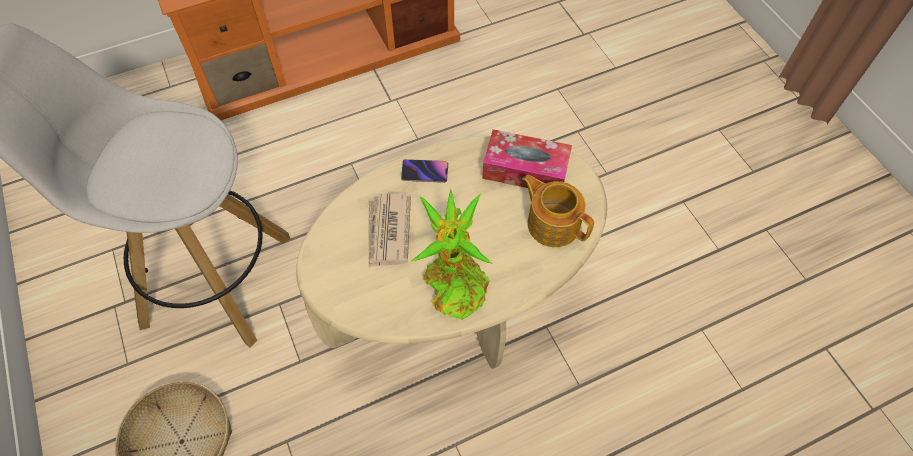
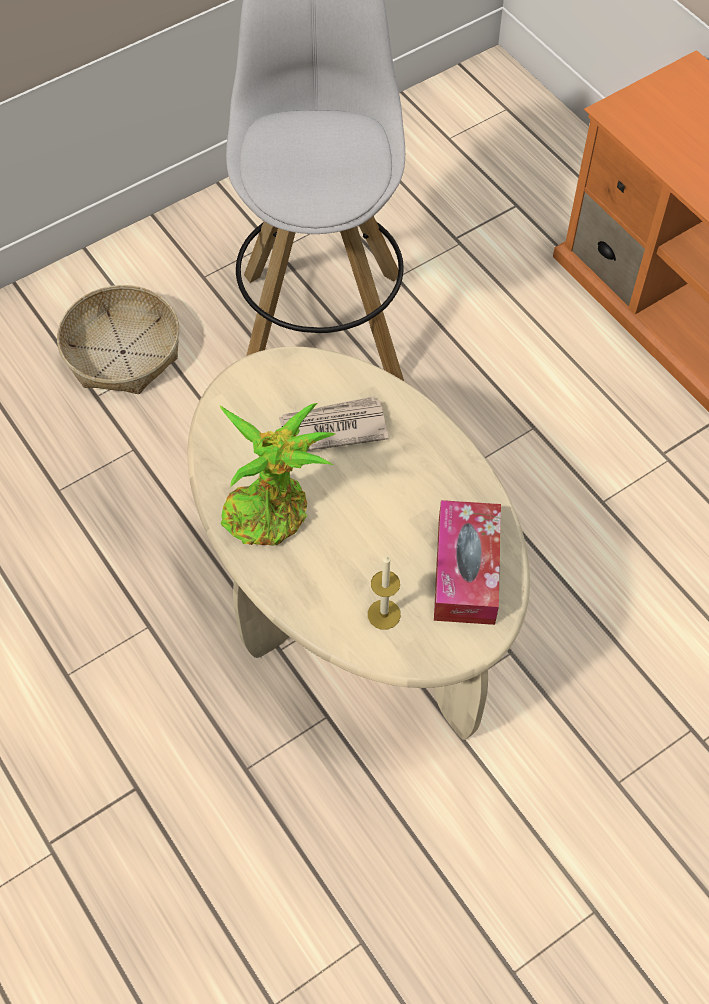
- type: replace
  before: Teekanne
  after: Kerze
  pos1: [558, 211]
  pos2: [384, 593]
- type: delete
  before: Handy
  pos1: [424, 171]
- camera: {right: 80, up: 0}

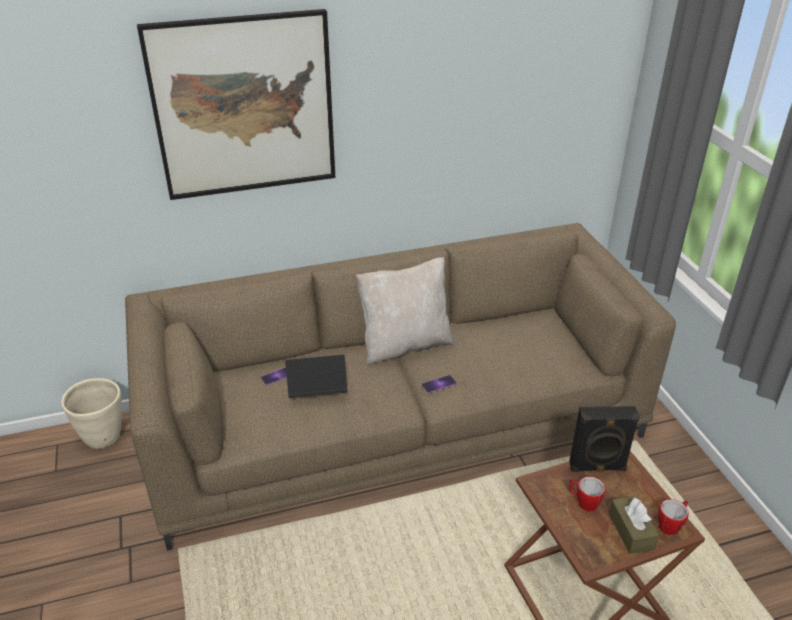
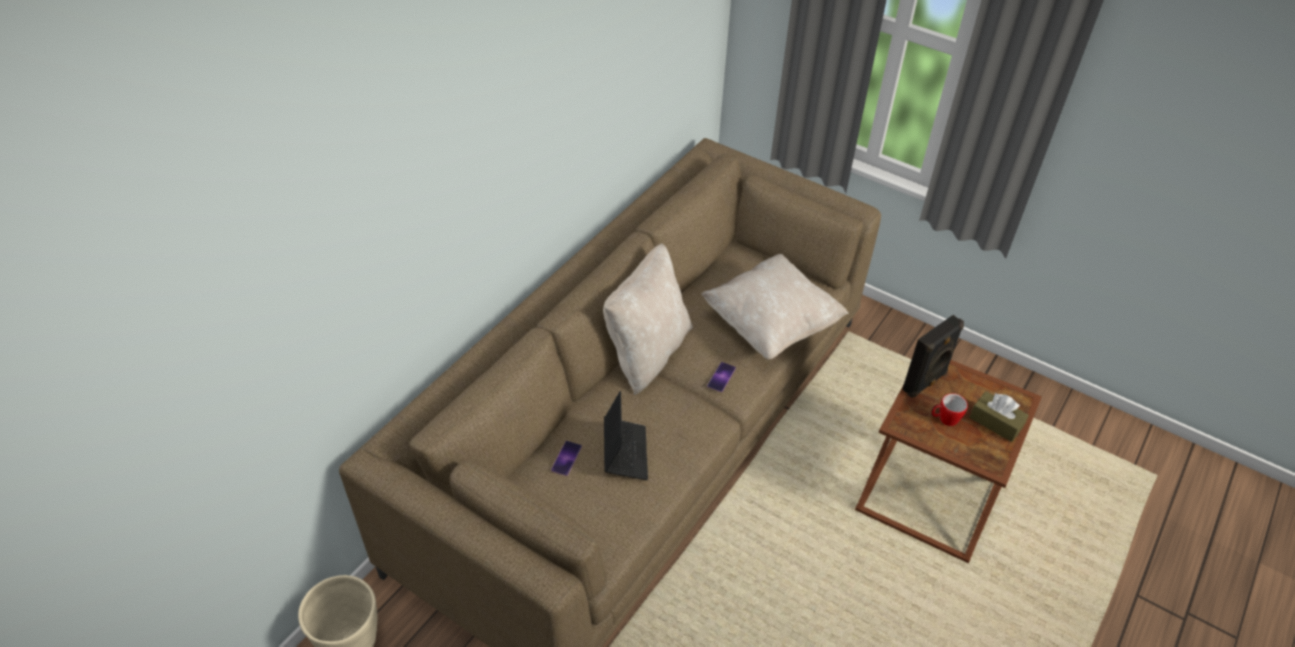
- type: rotate
  before: Laptop
  pos1: [316, 376]
  pos2: [626, 435]
  turn: 135
- type: insert
  after: Kissen/beige
  pos2: [775, 307]
- type: delete
  before: Bild
  pos1: [236, 104]
- type: delete
  before: Henkelbecher
  pos1: [673, 517]
- camera: {right: -40, up: 10}

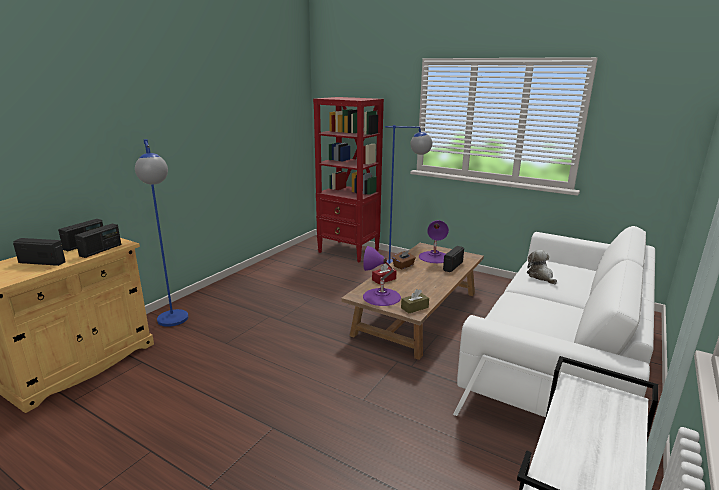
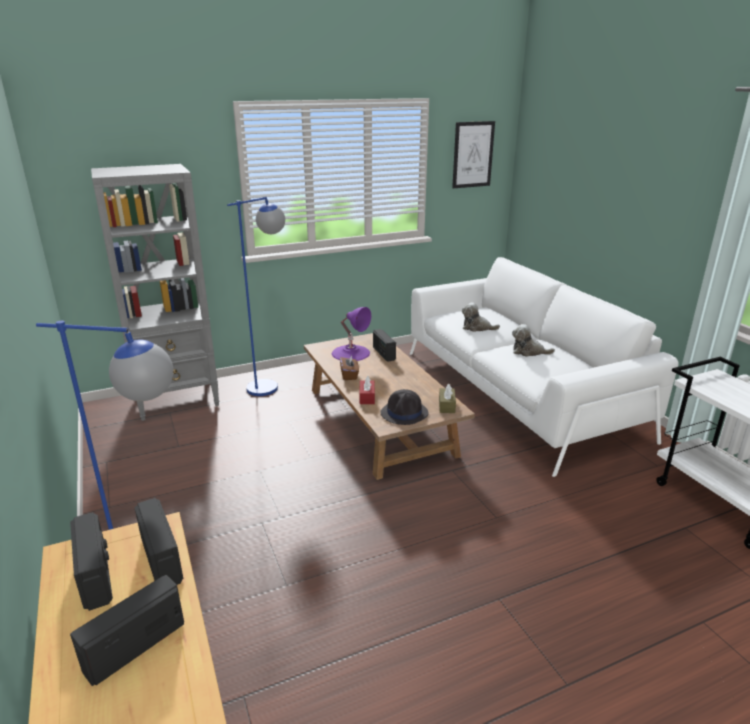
- type: recolor
  before: Bücherregal/rot
  after: Bücherregal/grau
  pos1: [348, 179]
  pos2: [155, 292]
- type: replace
  before: Tischlampe/lila
  after: Hut/schwarz
  pos1: [382, 276]
  pos2: [404, 407]
- type: insert
  after: Bild
  pos2: [473, 154]
- type: insert
  after: Plüschtier
  pos2: [533, 340]
- camera: {right: -55, up: 5}

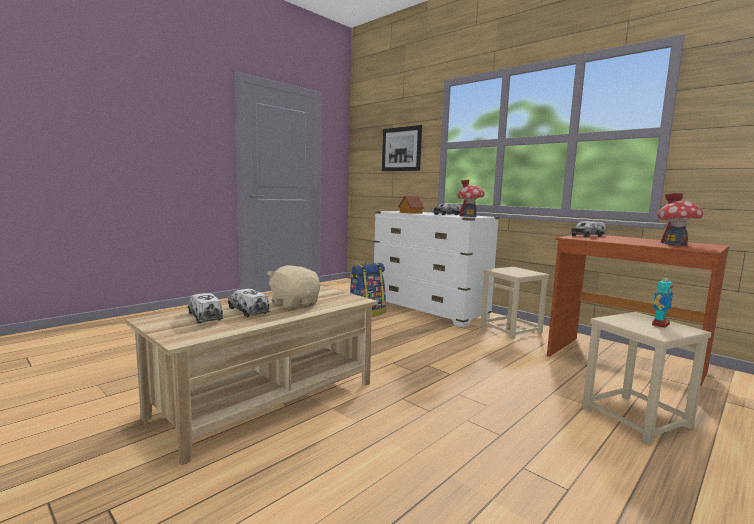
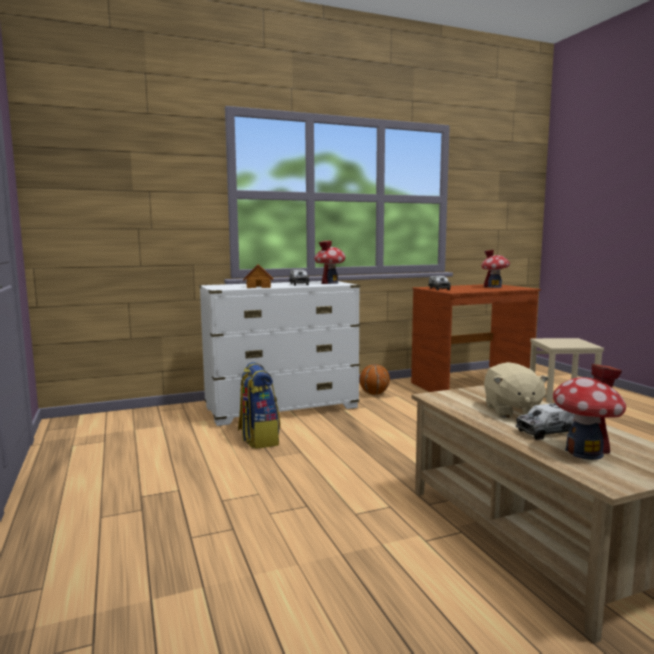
- type: replace
  before: Hocker/beige
  after: Basketball
  pos1: [514, 303]
  pos2: [375, 379]
- type: rotate
  before: Plüschtier/beige
  pos1: [293, 287]
  pos2: [516, 390]
  turn: -75
- type: replace
  before: Spielzeuglaster
  after: Spielzeughaus
  pos1: [205, 308]
  pos2: [589, 412]
- type: delete
  before: Bild
  pos1: [402, 148]
- type: delete
  before: Spielzeugroboter
  pos1: [662, 302]
- camera: {right: -65, up: 0}

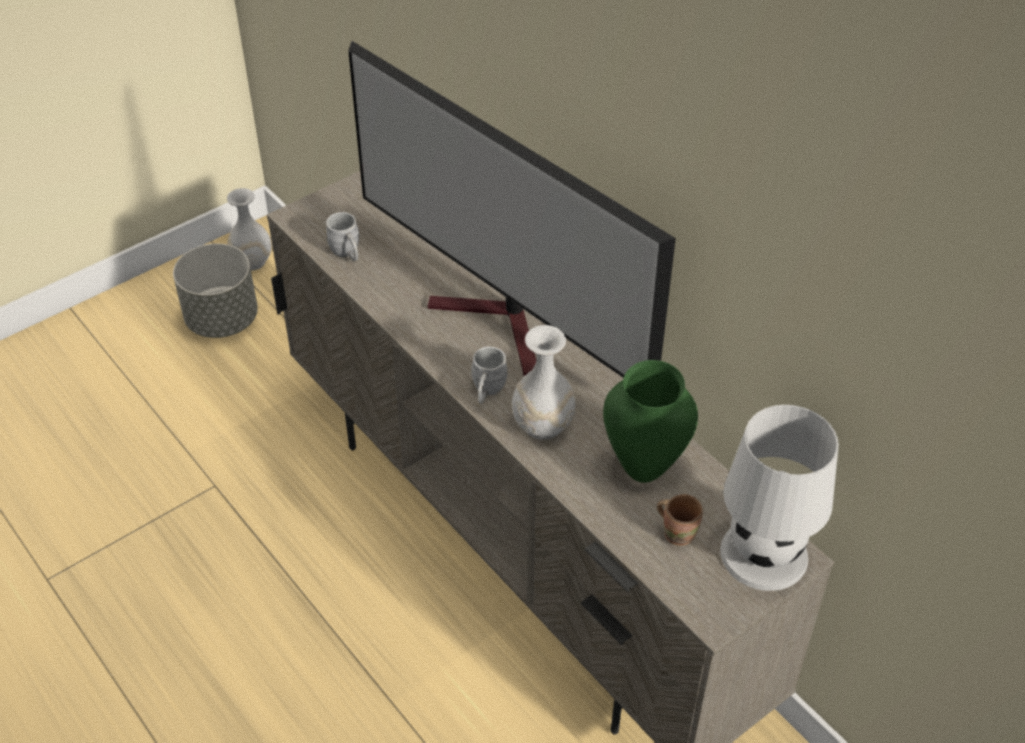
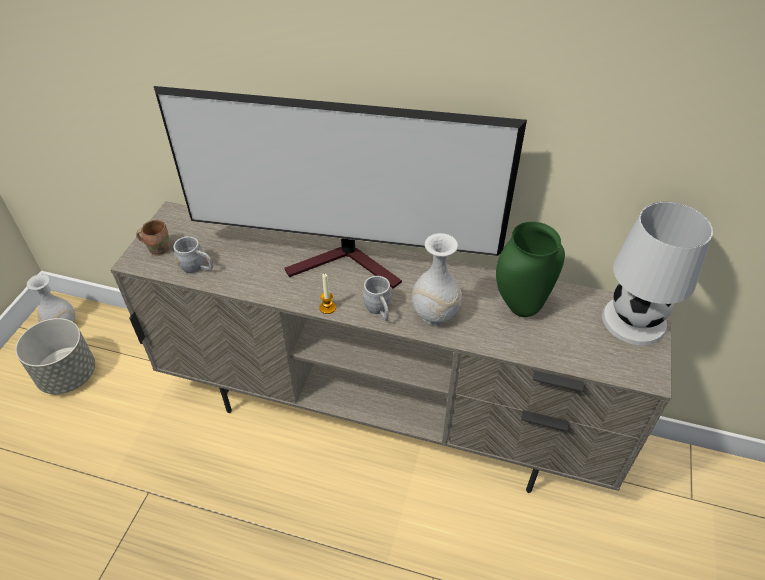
- type: move
  before: Henkelbecher/braun
  pos1: [680, 520]
  pos2: [153, 238]
- type: insert
  after: Kerze
  pos2: [328, 294]
- camera: {right: -35, up: 0}

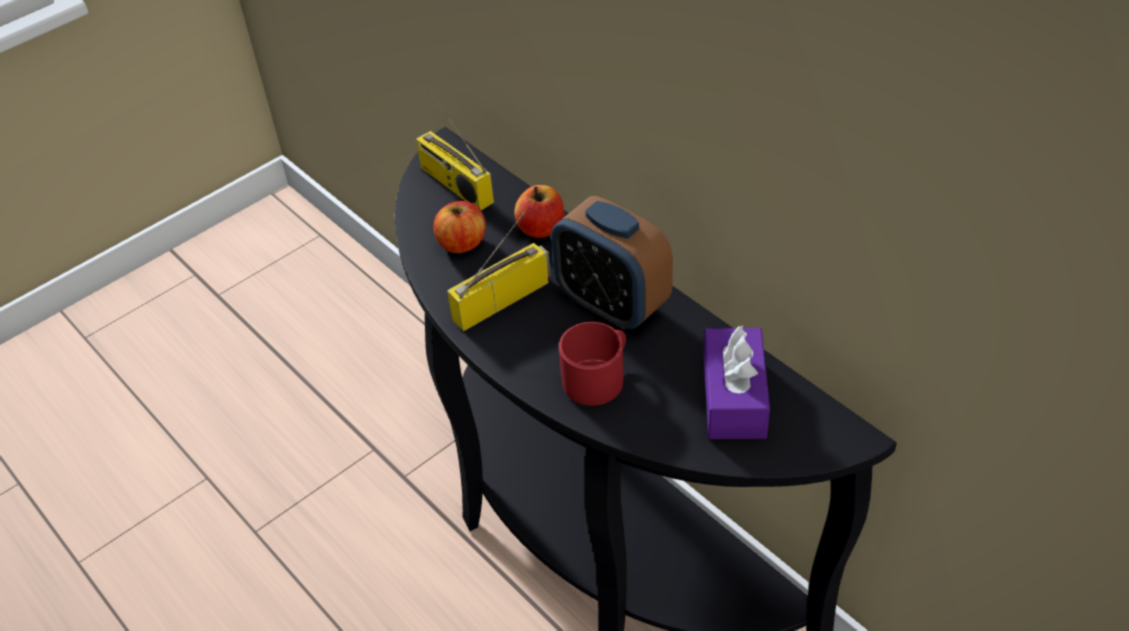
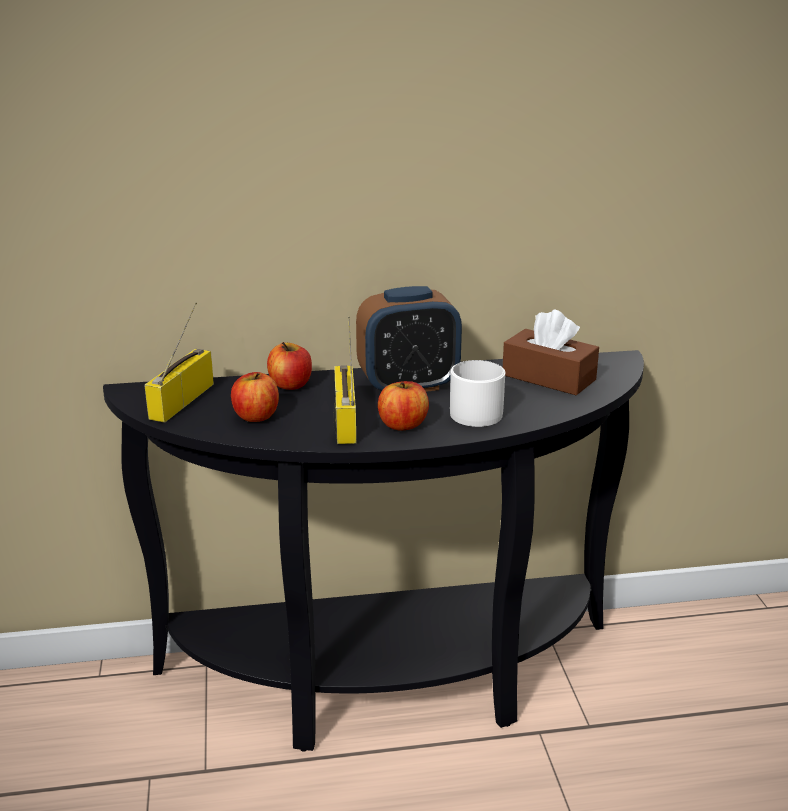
- type: rotate
  before: Radio
  pos1: [455, 150]
  pos2: [179, 362]
  turn: 120
- type: insert
  after: Apfel
  pos2: [403, 406]
- type: recolor
  before: Henkelbecher/rot
  after: Henkelbecher/weiß
  pos1: [592, 364]
  pos2: [477, 393]
- type: recolor
  before: Taschentuchbox/lila
  after: Taschentuchbox/braun
  pos1: [737, 382]
  pos2: [551, 352]
- camera: {right: -60, up: -20}

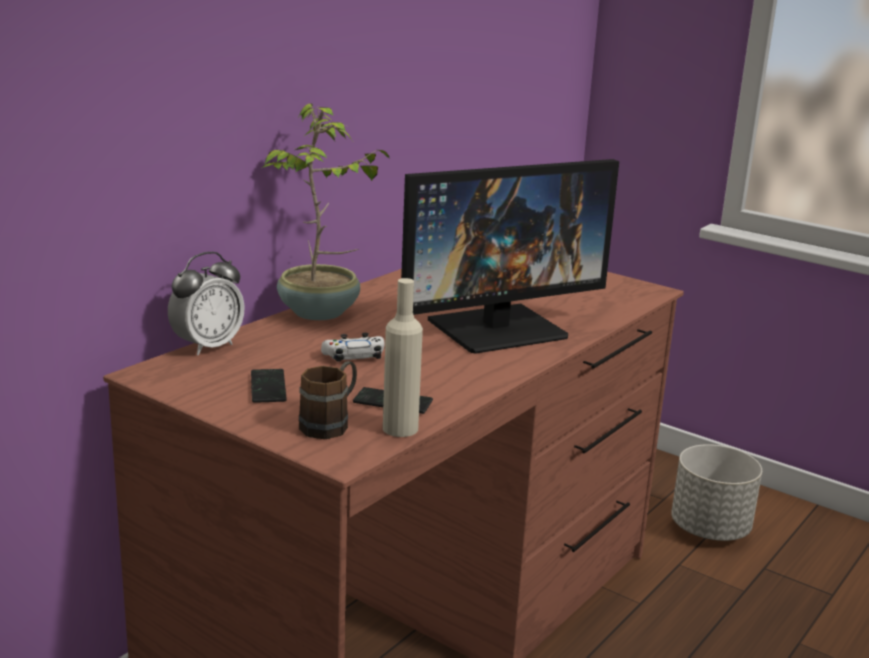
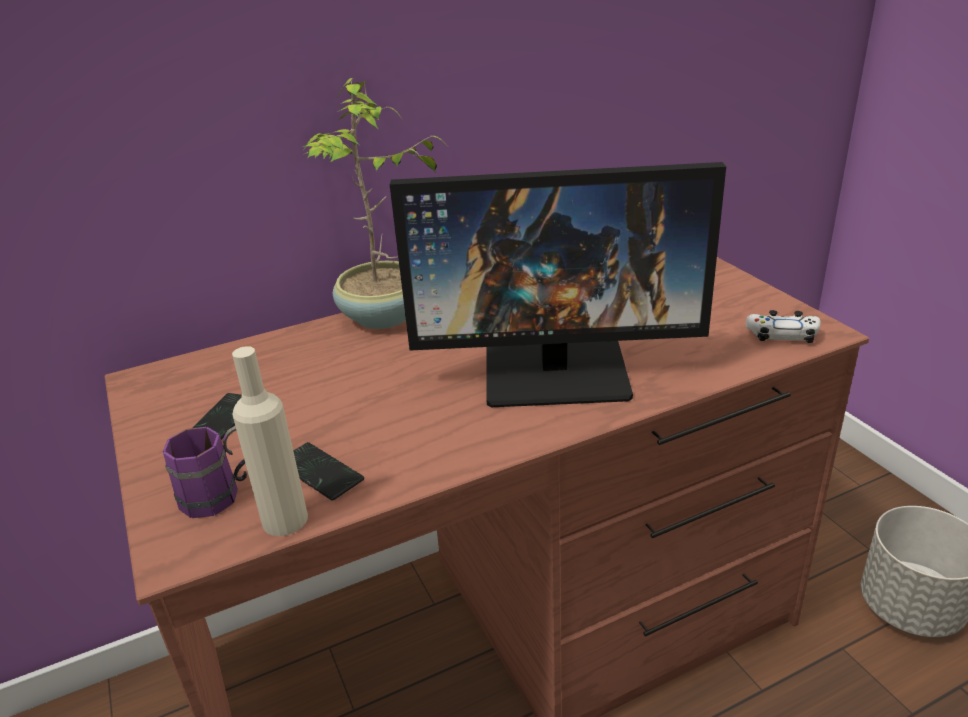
- type: recolor
  before: Henkelbecher/braun
  after: Henkelbecher/lila
  pos1: [328, 400]
  pos2: [205, 472]
- type: move
  before: Gamepad/weiß
  pos1: [352, 347]
  pos2: [783, 326]
- type: delete
  before: Wecker
  pos1: [206, 303]
- camera: {right: 30, up: 10}

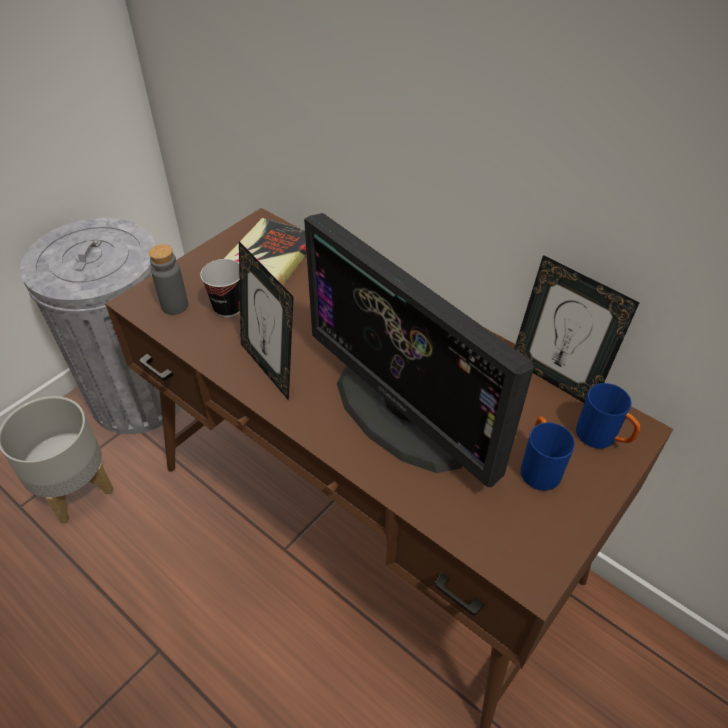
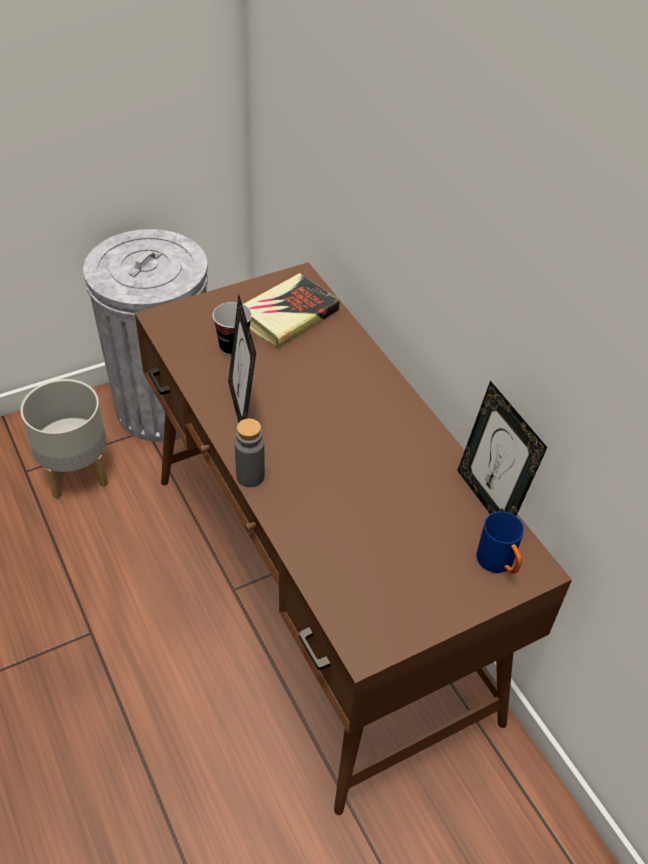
- type: move
  before: Flasche/grau
  pos1: [168, 279]
  pos2: [250, 453]
- type: delete
  before: Monitor
  pos1: [419, 350]
- type: delete
  before: Henkelbecher/blau
  pos1: [547, 453]
- camera: {right: 20, up: 0}

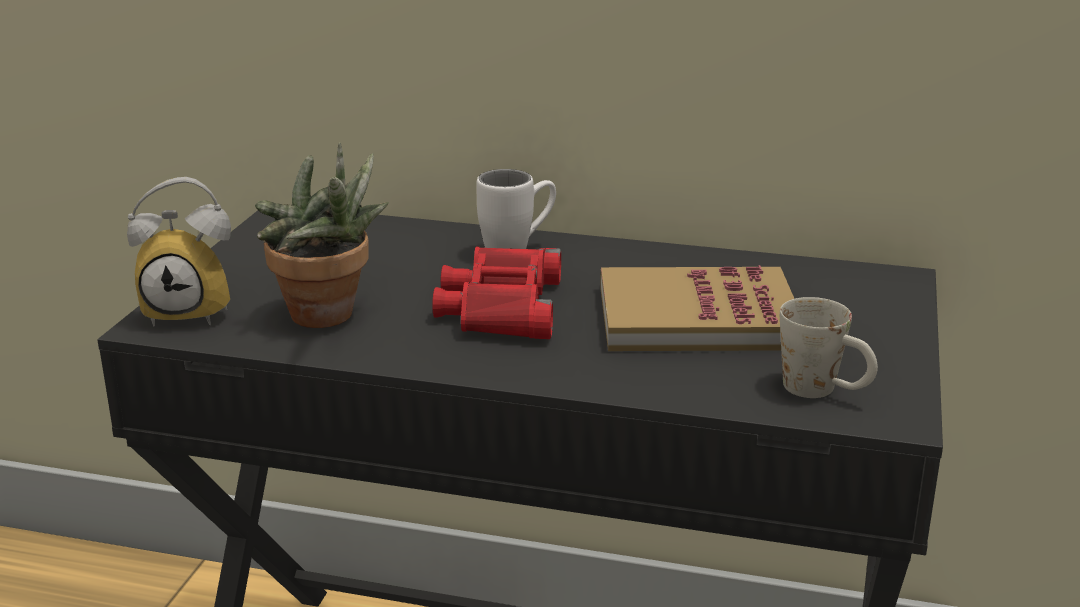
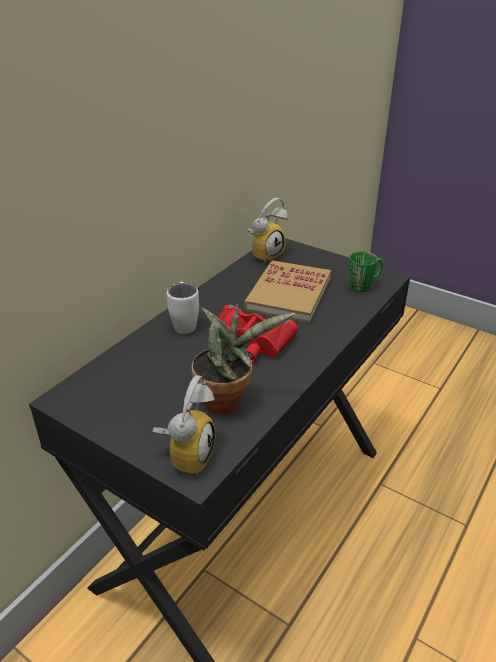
- type: insert
  after: Wecker
  pos2: [268, 231]
- type: recolor
  before: Henkelbecher/weiß
  after: Henkelbecher/grün
  pos1: [829, 347]
  pos2: [366, 271]
- camera: {right: -70, up: 10}

